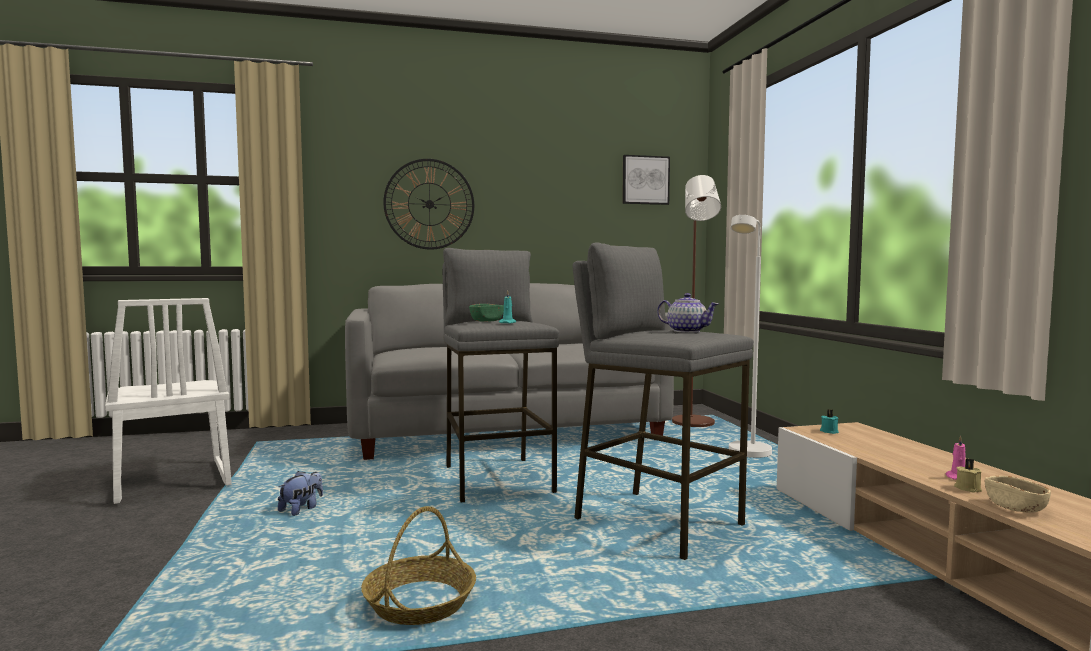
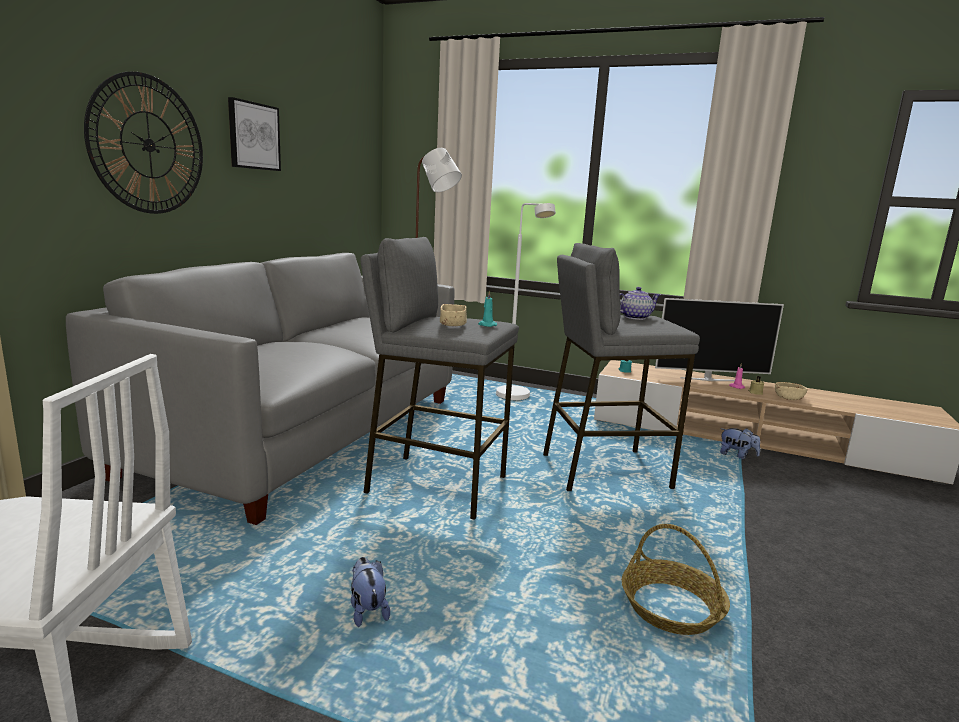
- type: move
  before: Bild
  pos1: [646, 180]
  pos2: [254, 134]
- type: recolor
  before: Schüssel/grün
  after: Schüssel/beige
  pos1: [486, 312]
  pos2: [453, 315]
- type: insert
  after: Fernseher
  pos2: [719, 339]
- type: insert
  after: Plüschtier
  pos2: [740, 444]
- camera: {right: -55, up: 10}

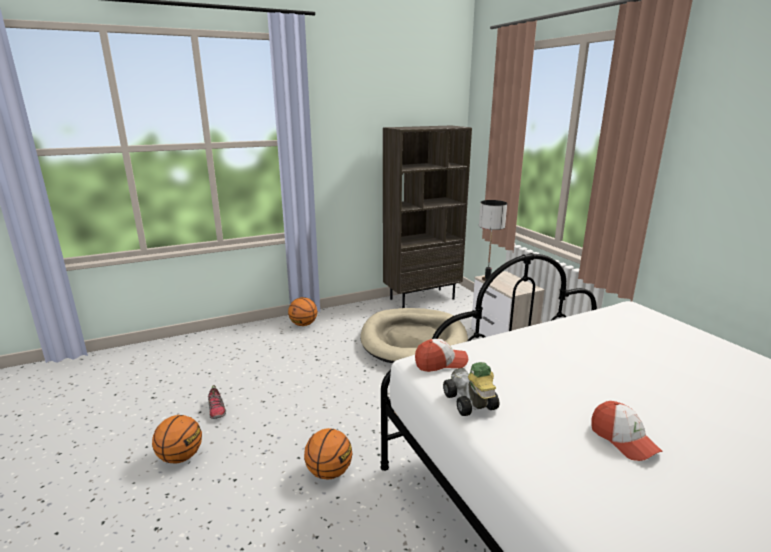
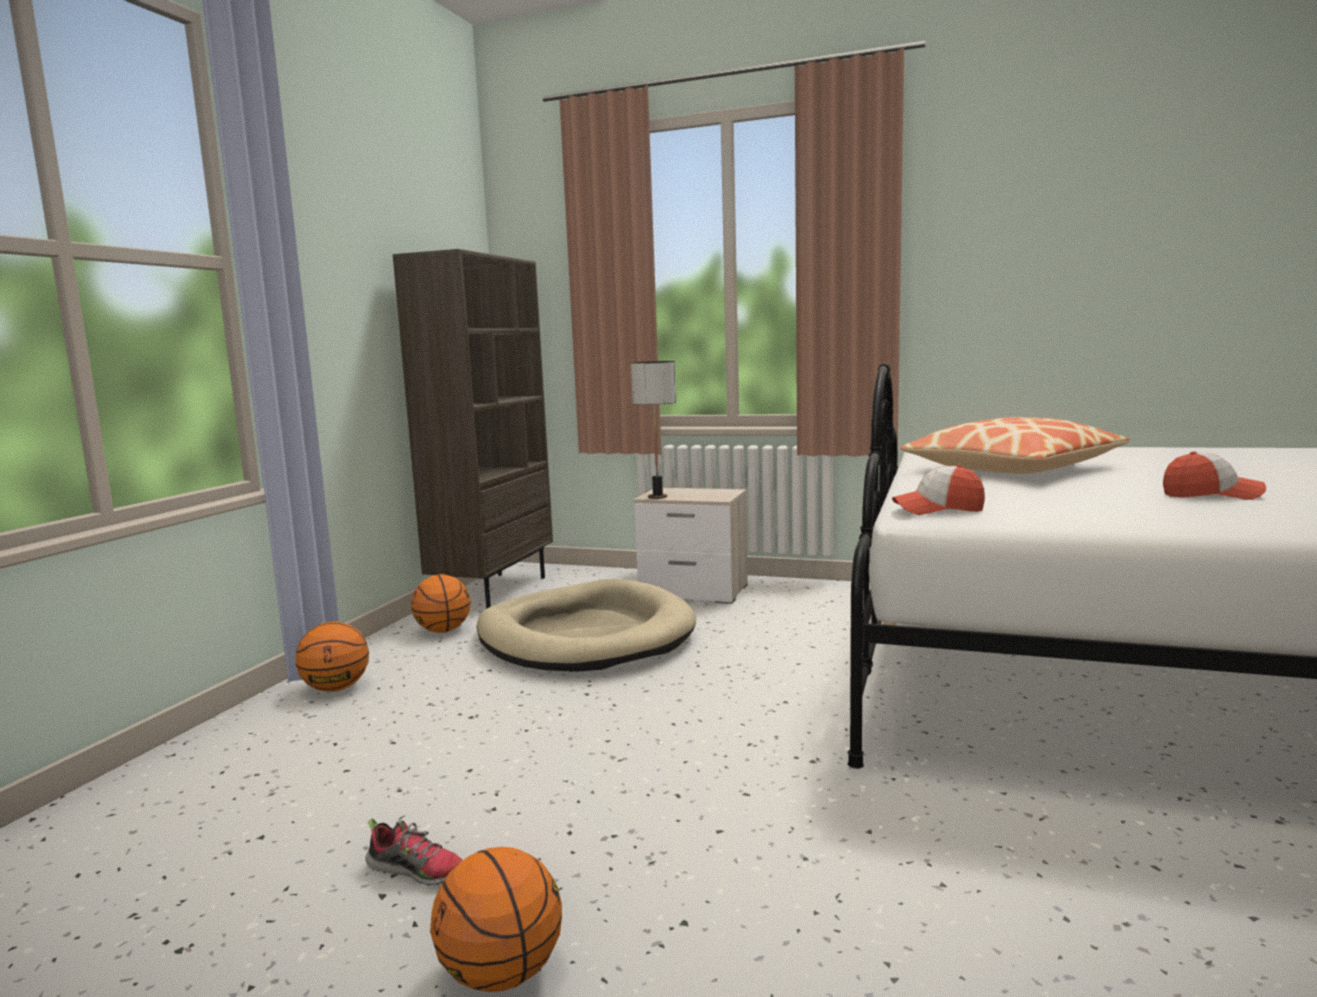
- type: move
  before: Basketball
  pos1: [328, 454]
  pos2: [441, 603]
- type: rotate
  before: Kappe
  pos1: [441, 355]
  pos2: [938, 489]
  turn: -120
- type: insert
  after: Kissen
  pos2: [1015, 445]
- type: delete
  before: Spielzeugauto
  pos1: [471, 389]
- camera: {right: -45, up: -10}

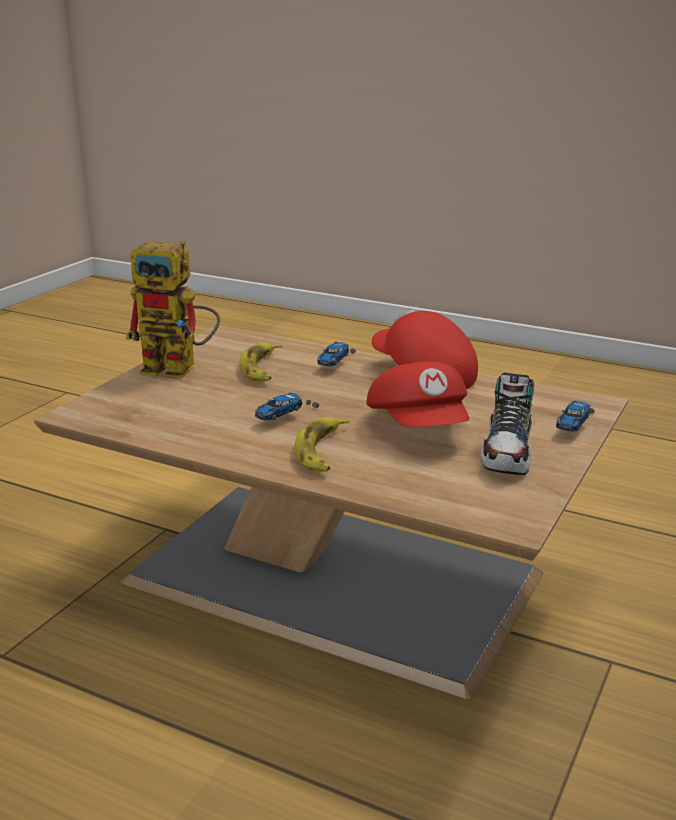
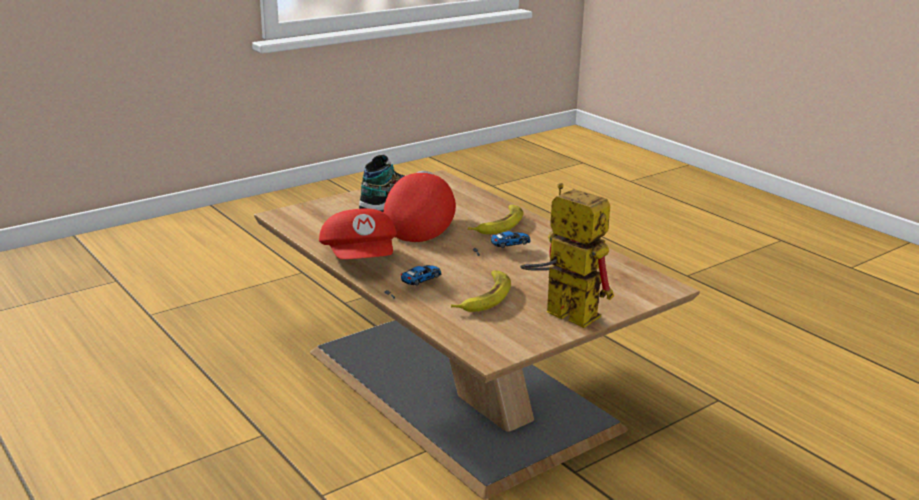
- type: delete
  before: Spielzeugauto
  pos1: [575, 416]
- camera: {right: -155, up: 0}

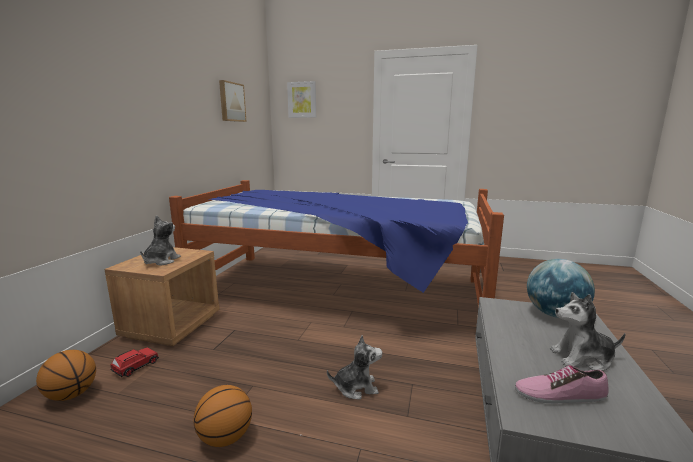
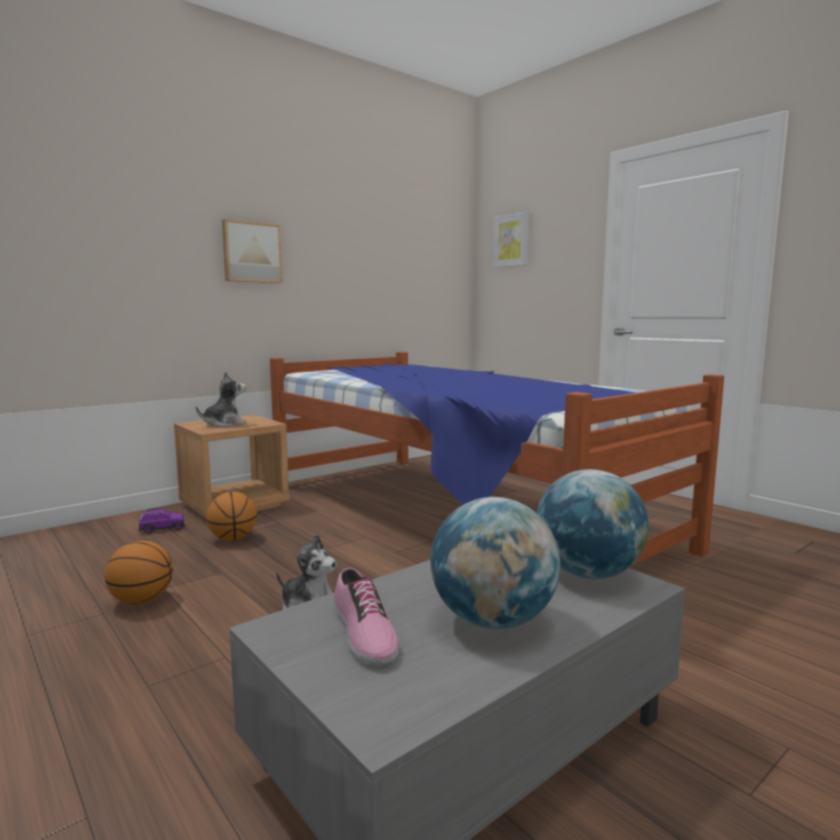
- type: recolor
  before: Spielzeugauto/rot
  after: Spielzeugauto/lila
  pos1: [134, 362]
  pos2: [161, 521]
- type: move
  before: Basketball
  pos1: [66, 375]
  pos2: [231, 516]
- type: move
  before: Bild
  pos1: [232, 101]
  pos2: [252, 251]
- type: rotate
  before: Schuh
  pos1: [561, 384]
  pos2: [366, 617]
  turn: -150
- type: replace
  before: Plüschtier
  after: Globus
  pos1: [588, 331]
  pos2: [495, 563]
- camera: {right: 35, up: -5}

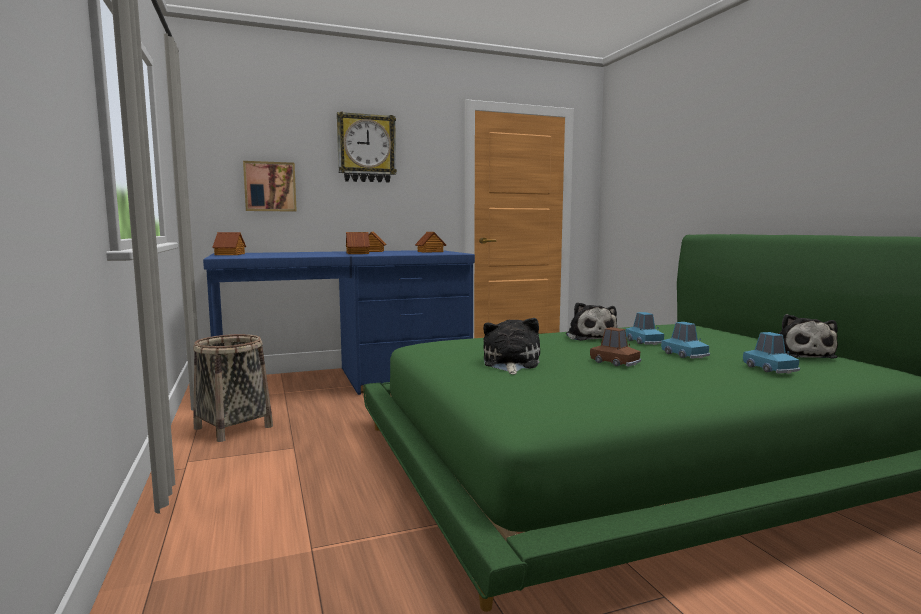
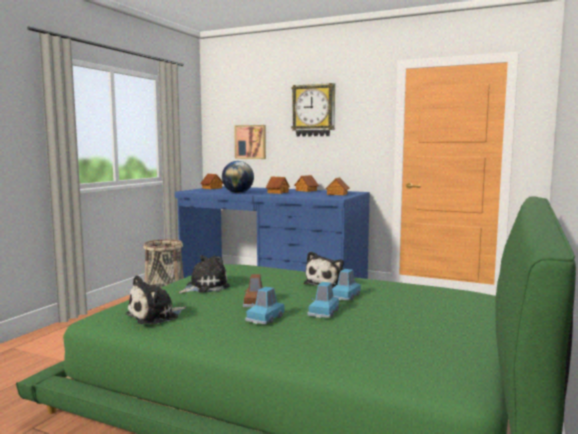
- type: move
  before: Plüschtier
  pos1: [808, 336]
  pos2: [156, 299]
- type: insert
  after: Globus
  pos2: [238, 177]
- type: move
  before: Spielzeugauto/blau
  pos1: [771, 353]
  pos2: [264, 305]
- camera: {right: 45, up: 0}

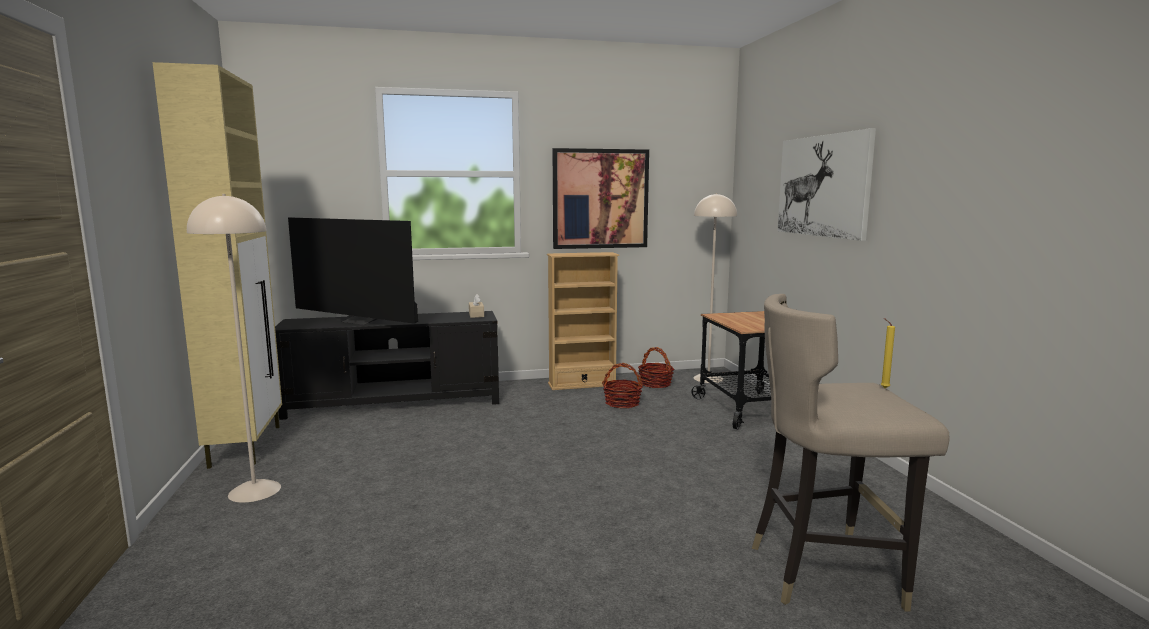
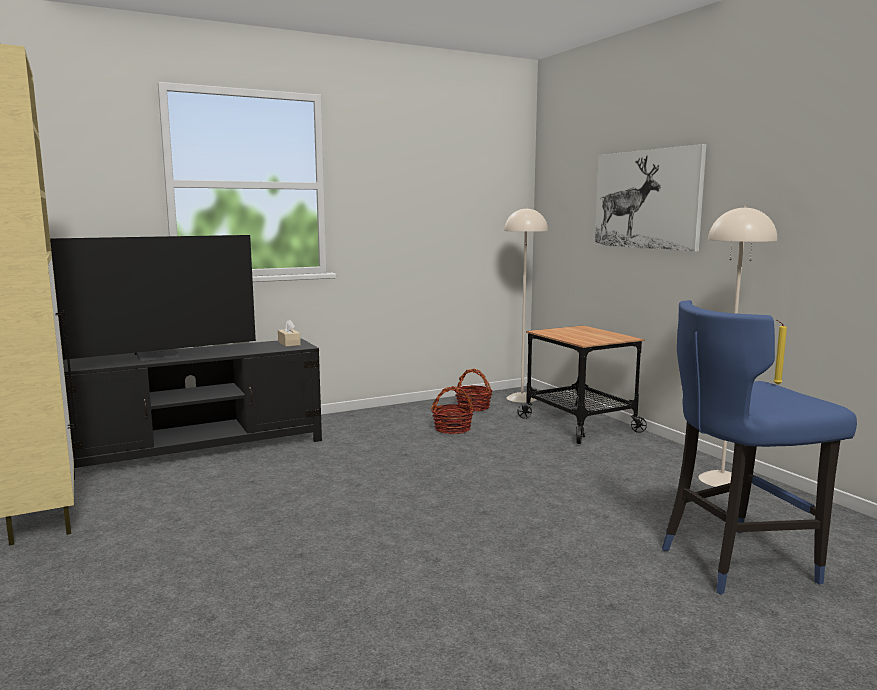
- type: rotate
  before: Fernseher
  pos1: [353, 271]
  pos2: [153, 298]
  turn: -45
- type: recolor
  before: Hocker/beige
  after: Hocker/blau
  pos1: [850, 452]
  pos2: [759, 447]
- type: move
  before: Stehlampe/beige
  pos1: [234, 348]
  pos2: [737, 346]
- type: delete
  before: Bücherregal/beige
  pos1: [583, 321]
- type: delete
  before: Bild
  pos1: [601, 198]
- camera: {right: -15, up: 0}

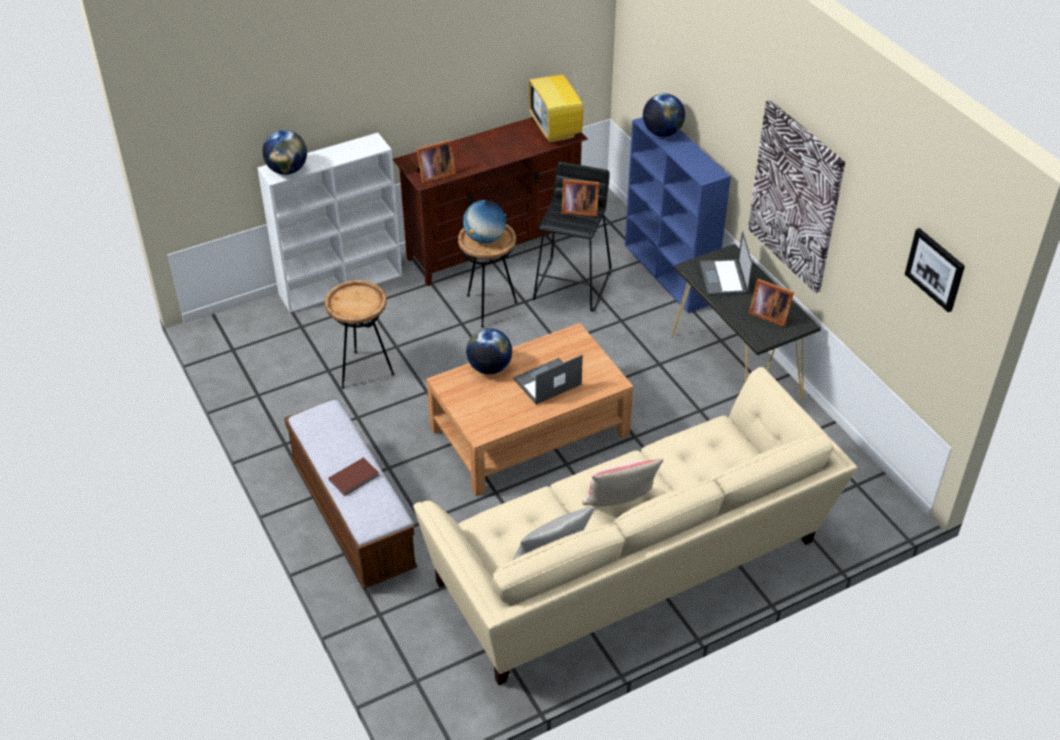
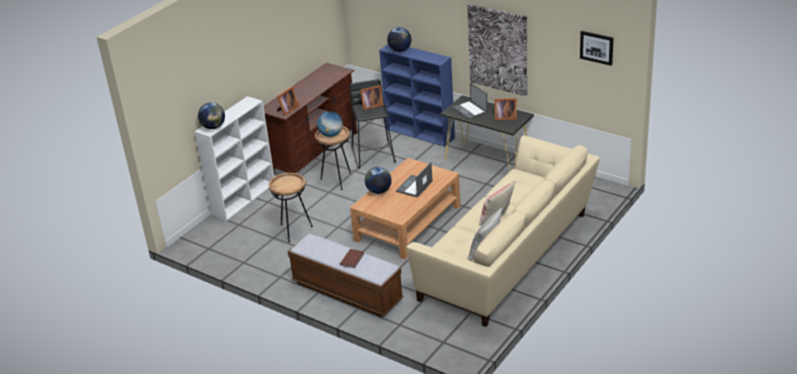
- type: delete
  before: Fernseher
  pos1: [556, 104]
- camera: {right: -25, up: -10}

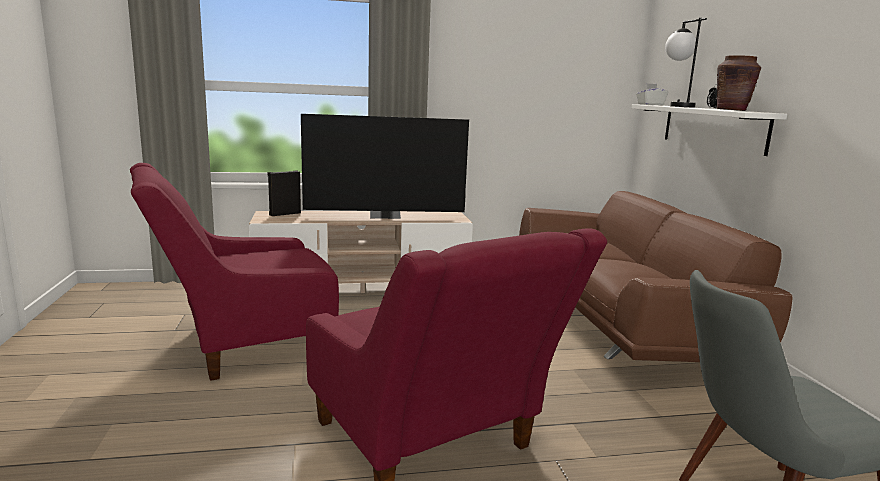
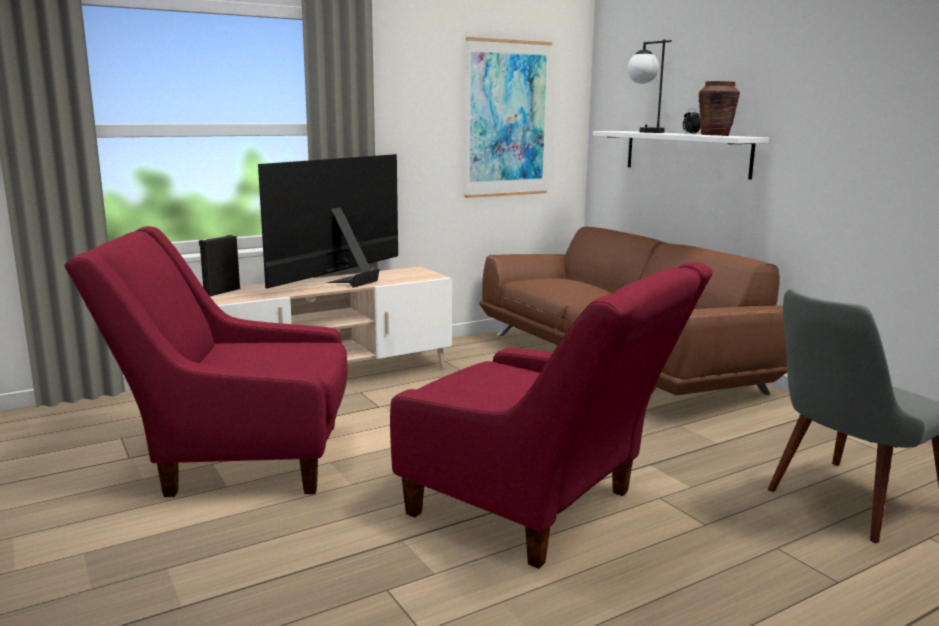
- type: rotate
  before: Sessel/rot
  pos1: [234, 272]
  pos2: [206, 361]
  turn: 45
- type: rotate
  before: Fernseher
  pos1: [385, 166]
  pos2: [328, 221]
  turn: 150
- type: insert
  after: Bild
  pos2: [508, 117]
- type: delete
  before: Taschentuchbox/weiß
  pos1: [652, 94]
- camera: {right: -20, up: 0}

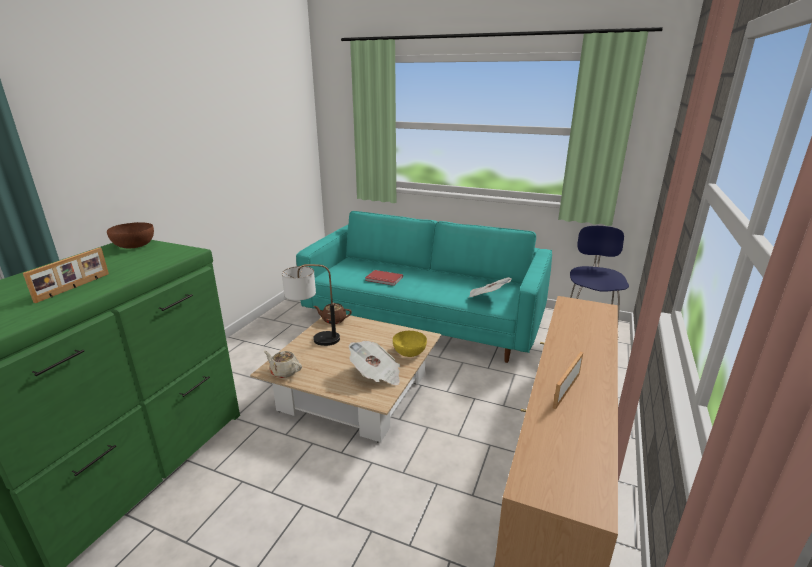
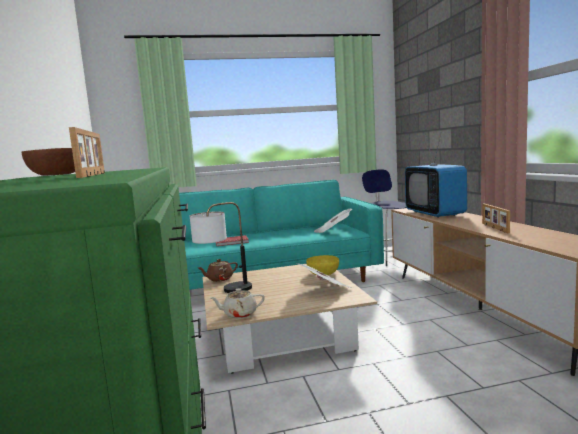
- type: insert
  after: Fernseher
  pos2: [436, 175]
- camera: {right: -35, up: -15}

